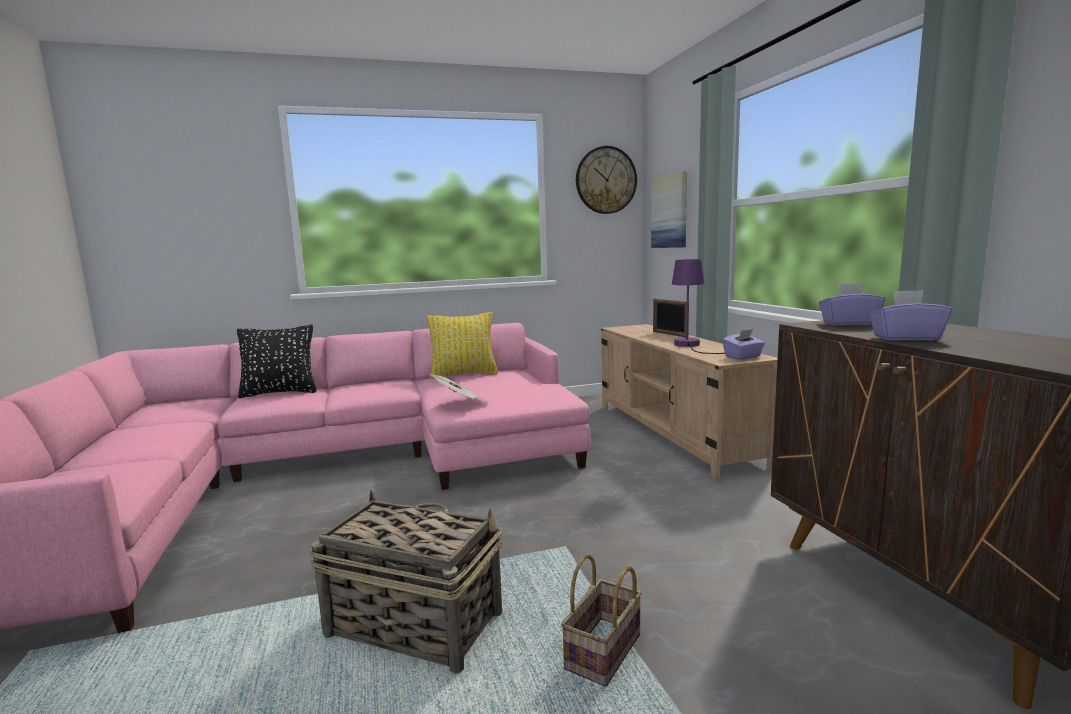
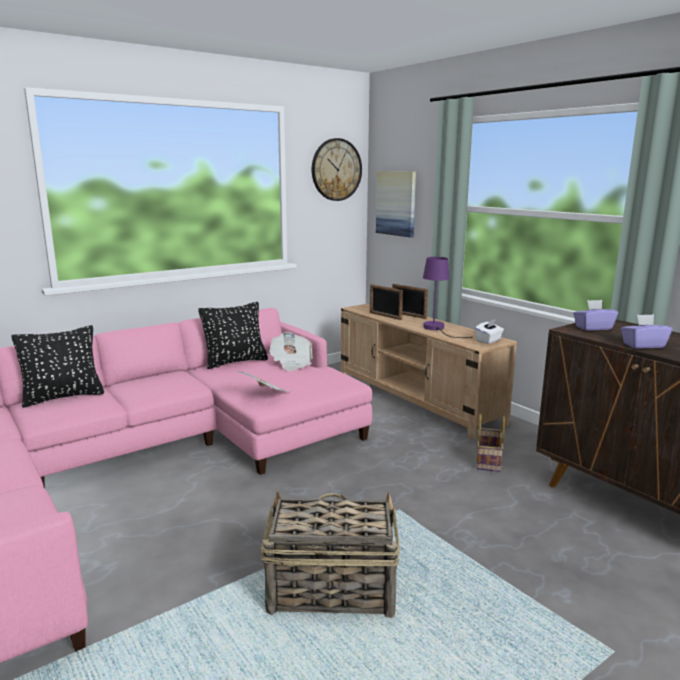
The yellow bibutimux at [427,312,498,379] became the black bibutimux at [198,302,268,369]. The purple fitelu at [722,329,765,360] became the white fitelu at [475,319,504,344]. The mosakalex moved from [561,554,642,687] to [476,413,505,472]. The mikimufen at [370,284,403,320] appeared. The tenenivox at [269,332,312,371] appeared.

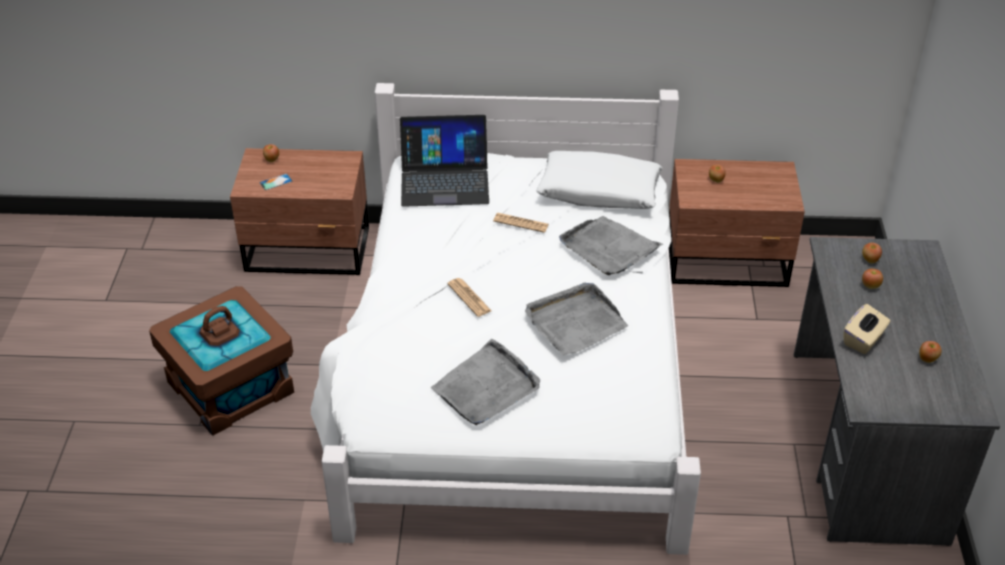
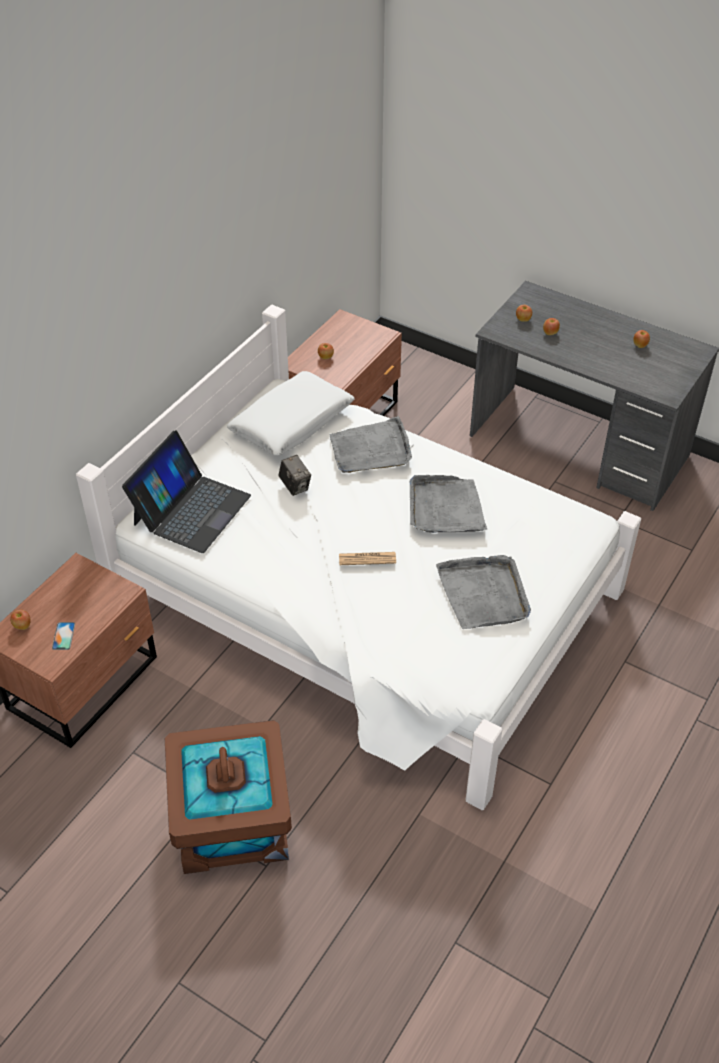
The tenenivox at [493,213,549,233] was replaced by the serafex at [279,455,311,496]. The beige fitelu at [844,304,890,354] disappeared.

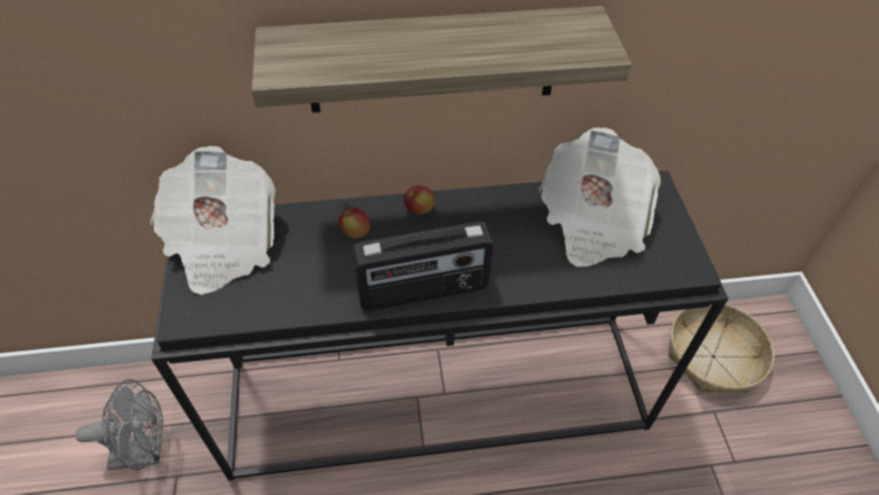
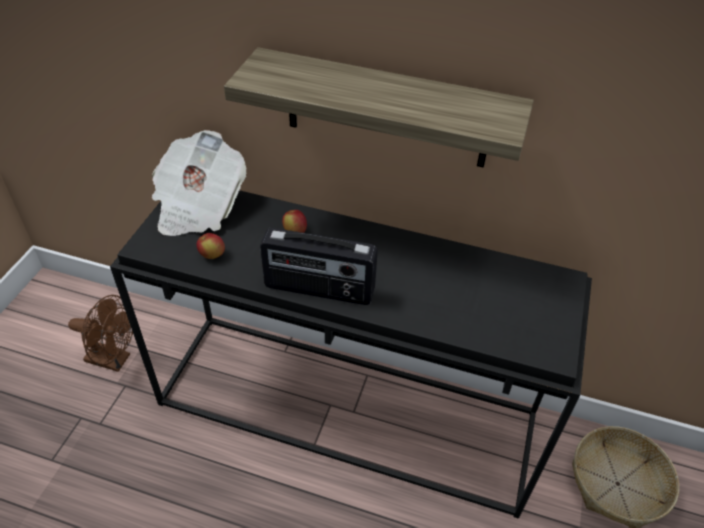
The tenenivox at [539,128,661,267] disappeared. The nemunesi moved from [404,185,435,215] to [197,233,225,259]. The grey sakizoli at [75,379,163,470] became the brown sakizoli at [68,295,133,372].

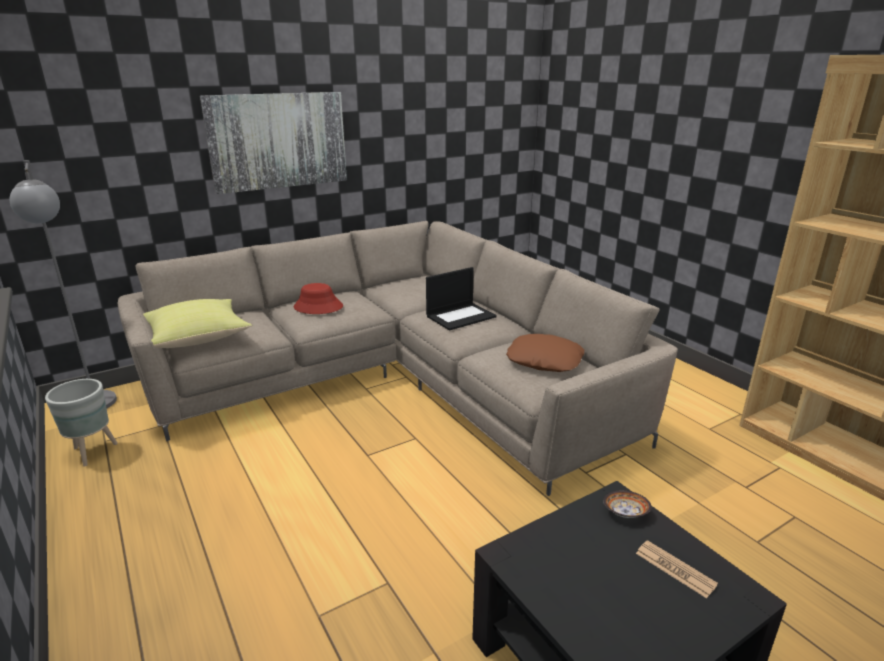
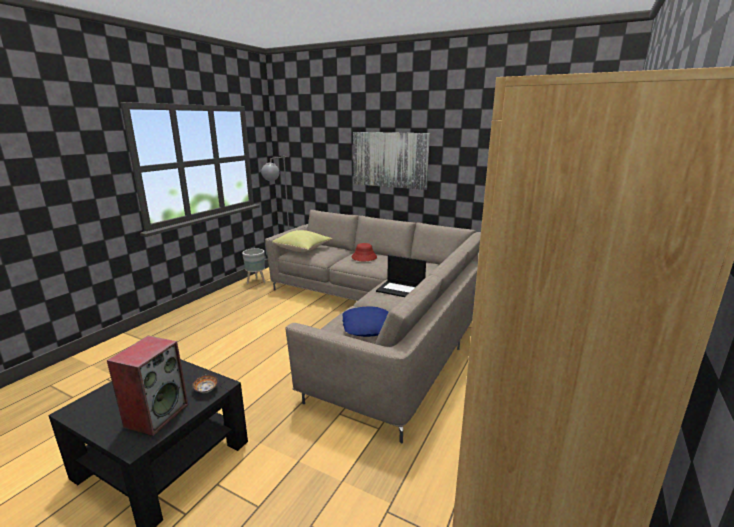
The brown bibutimux at [506,334,584,372] became the blue bibutimux at [342,306,389,337]. The tenenivox at [636,540,718,598] was replaced by the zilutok at [107,336,188,436].

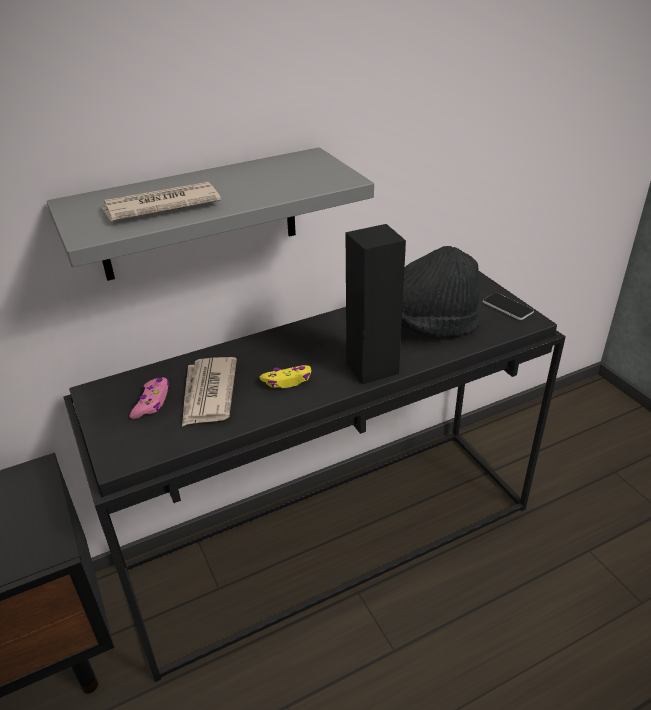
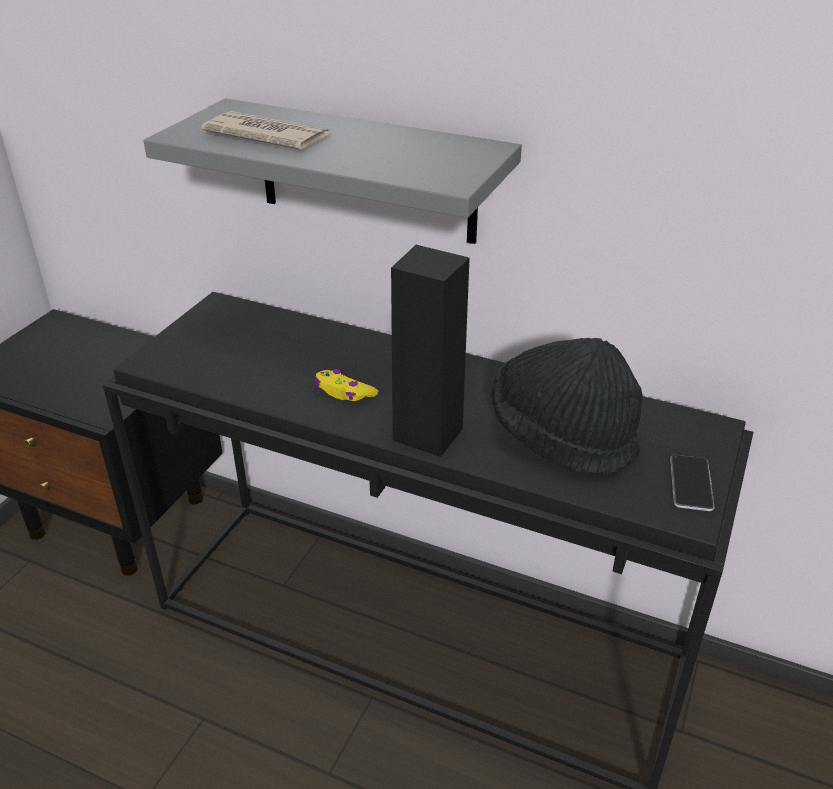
The tenenivox at [182,357,237,427] disappeared. The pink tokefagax at [130,378,169,419] disappeared.

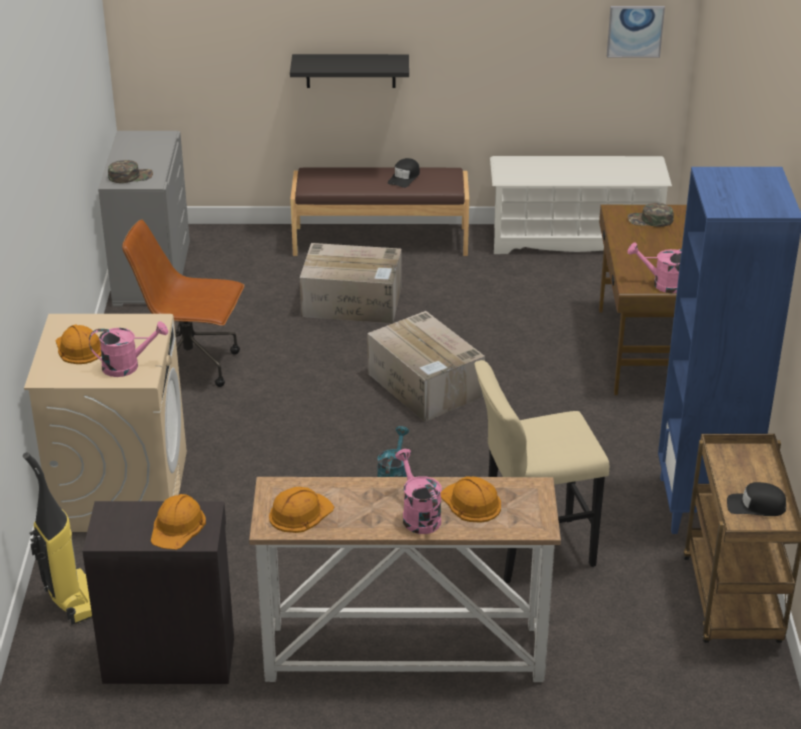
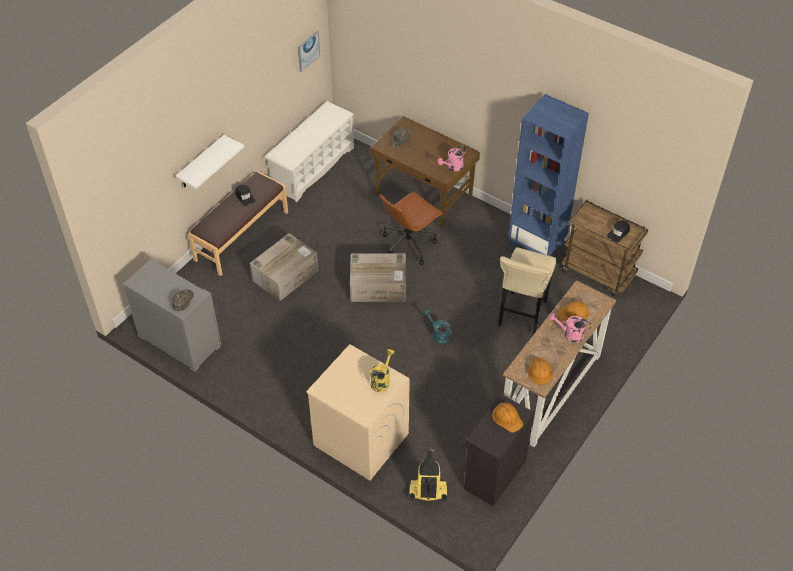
The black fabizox at [290,54,409,88] became the white fabizox at [175,135,244,189]. The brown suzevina moved from [122,220,244,387] to [379,192,443,265]. The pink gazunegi at [89,321,168,377] became the yellow gazunegi at [371,349,395,392]. The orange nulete at [56,324,101,364] disappeared.

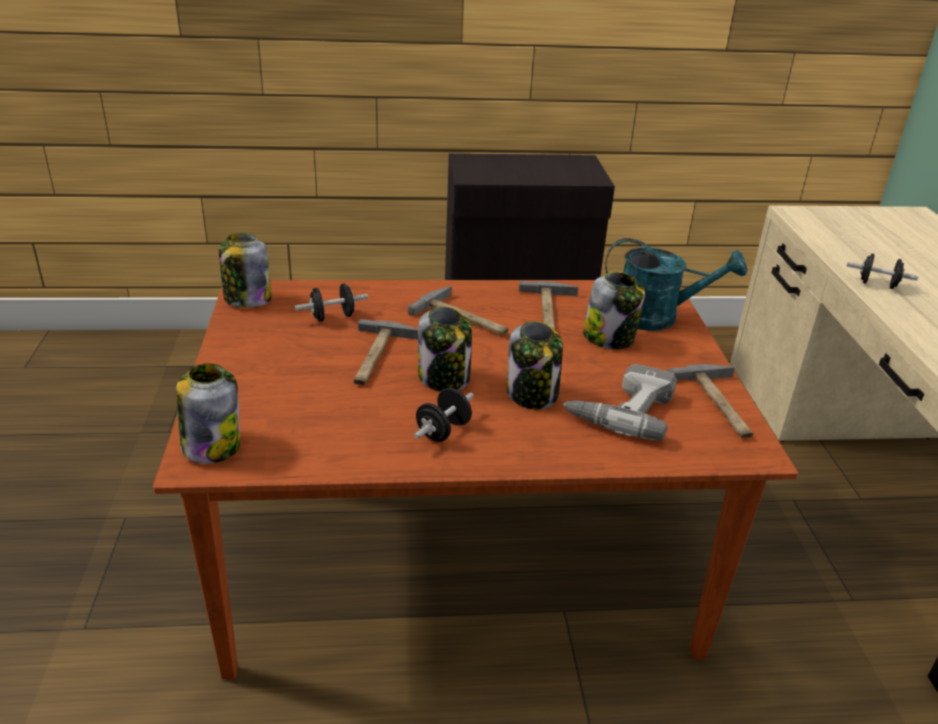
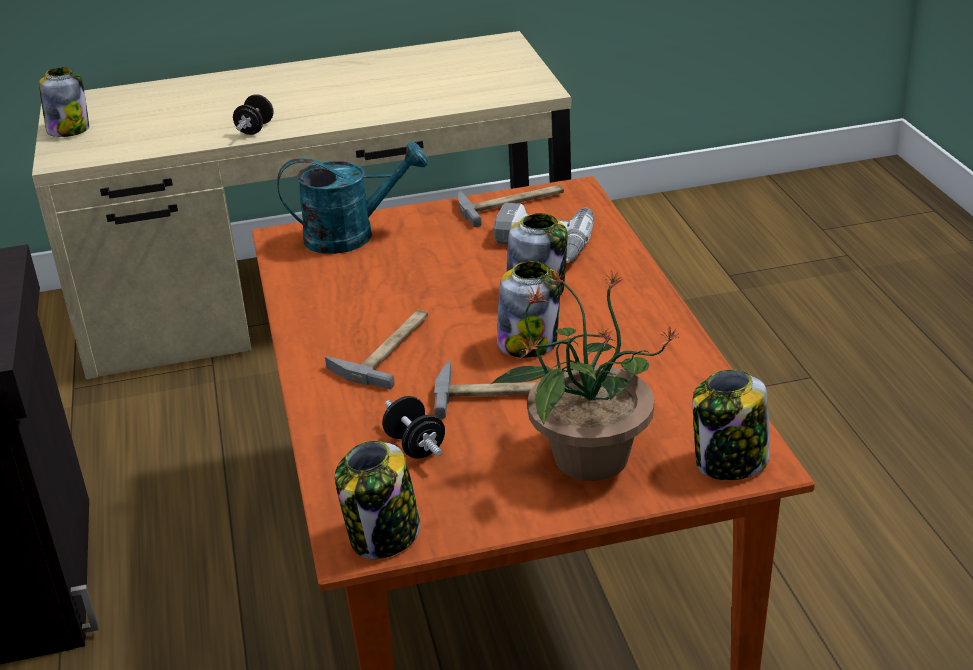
The turquoise gazunegi at [605,238,747,331] turned 75 degrees clockwise. The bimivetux moved from [583,272,645,349] to [39,67,89,137]. The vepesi at [519,281,579,330] disappeared. The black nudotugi at [414,388,474,442] disappeared. The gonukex at [491,266,679,481] appeared.

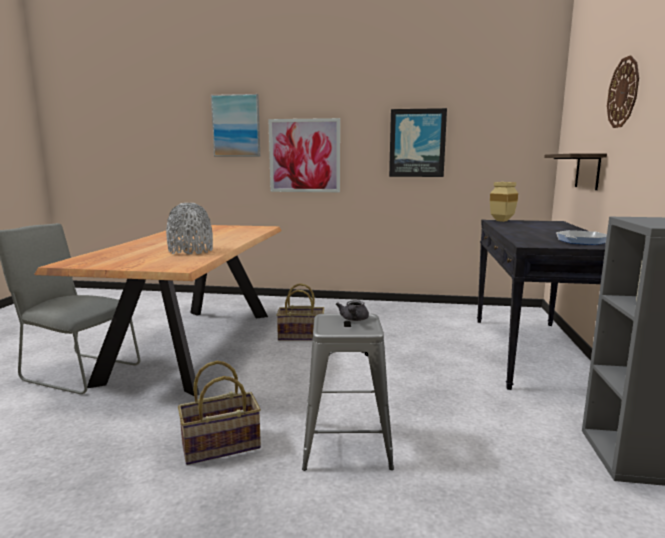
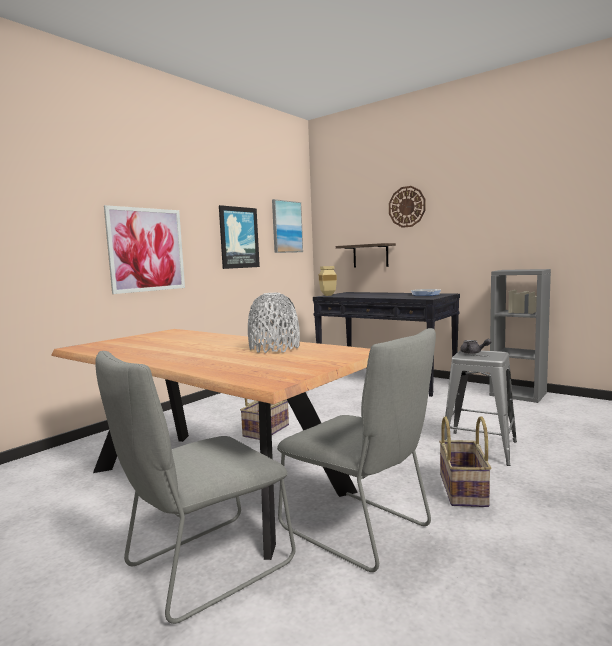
The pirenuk moved from [211,94,260,156] to [272,199,303,253]. The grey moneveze at [277,328,436,572] appeared.

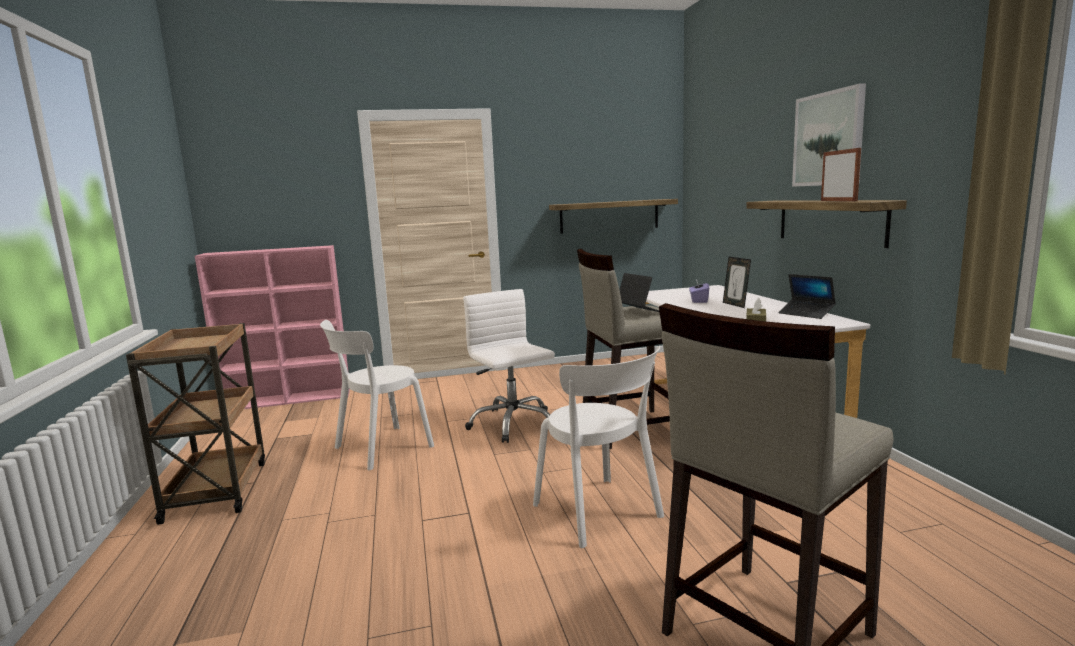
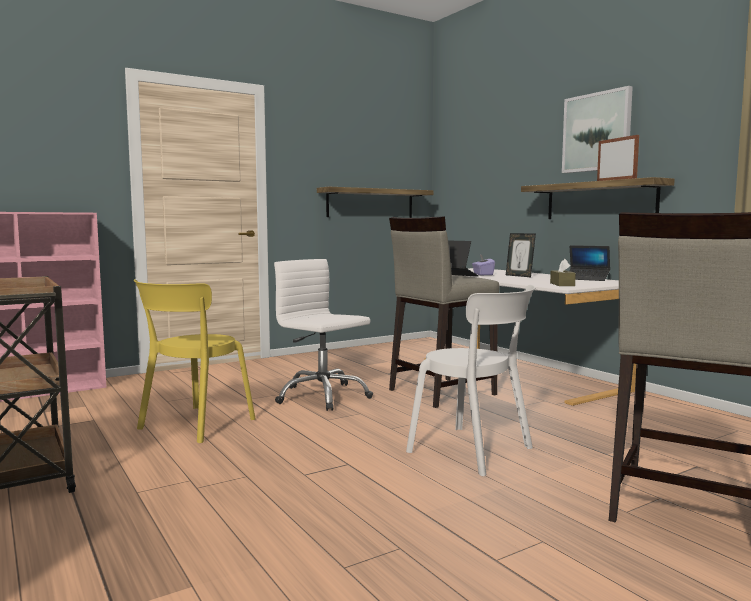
The white moneveze at [320,320,434,470] became the yellow moneveze at [134,279,255,443].

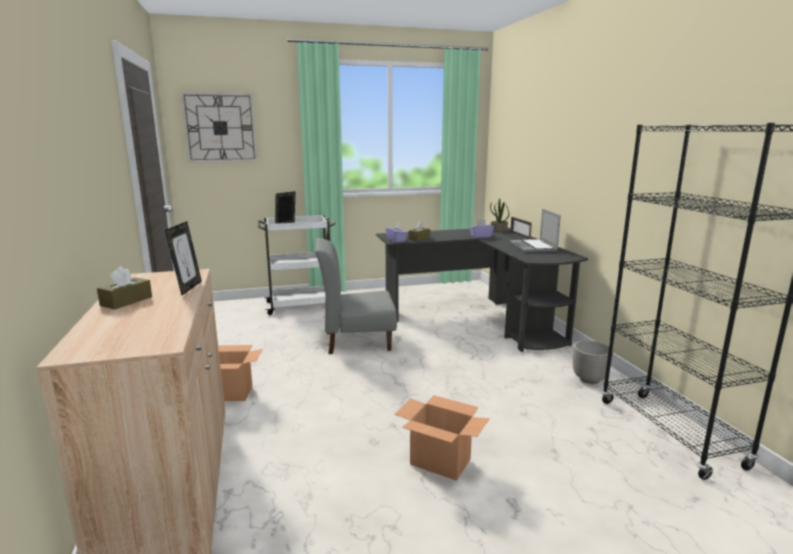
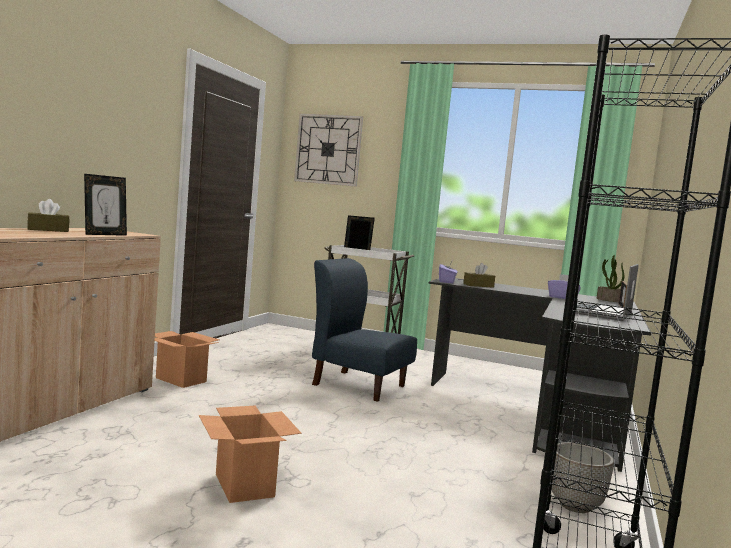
The grey moneveze at [315,238,397,354] became the blue moneveze at [312,258,417,402].

